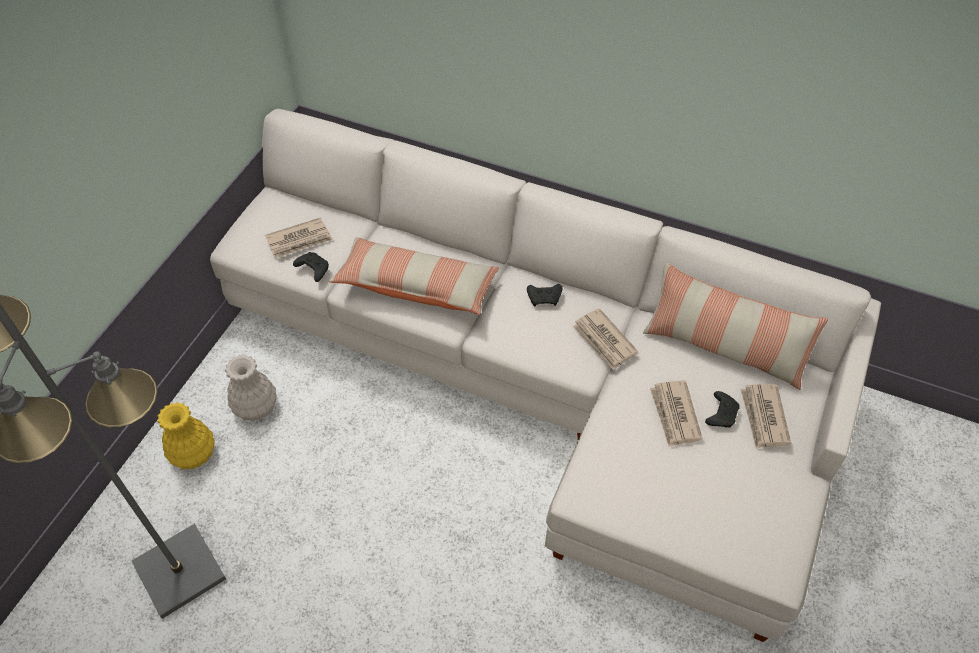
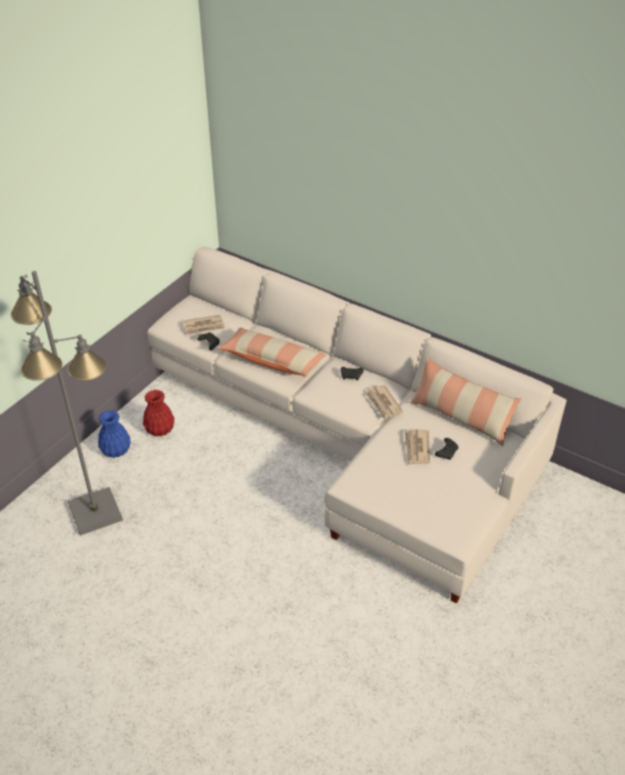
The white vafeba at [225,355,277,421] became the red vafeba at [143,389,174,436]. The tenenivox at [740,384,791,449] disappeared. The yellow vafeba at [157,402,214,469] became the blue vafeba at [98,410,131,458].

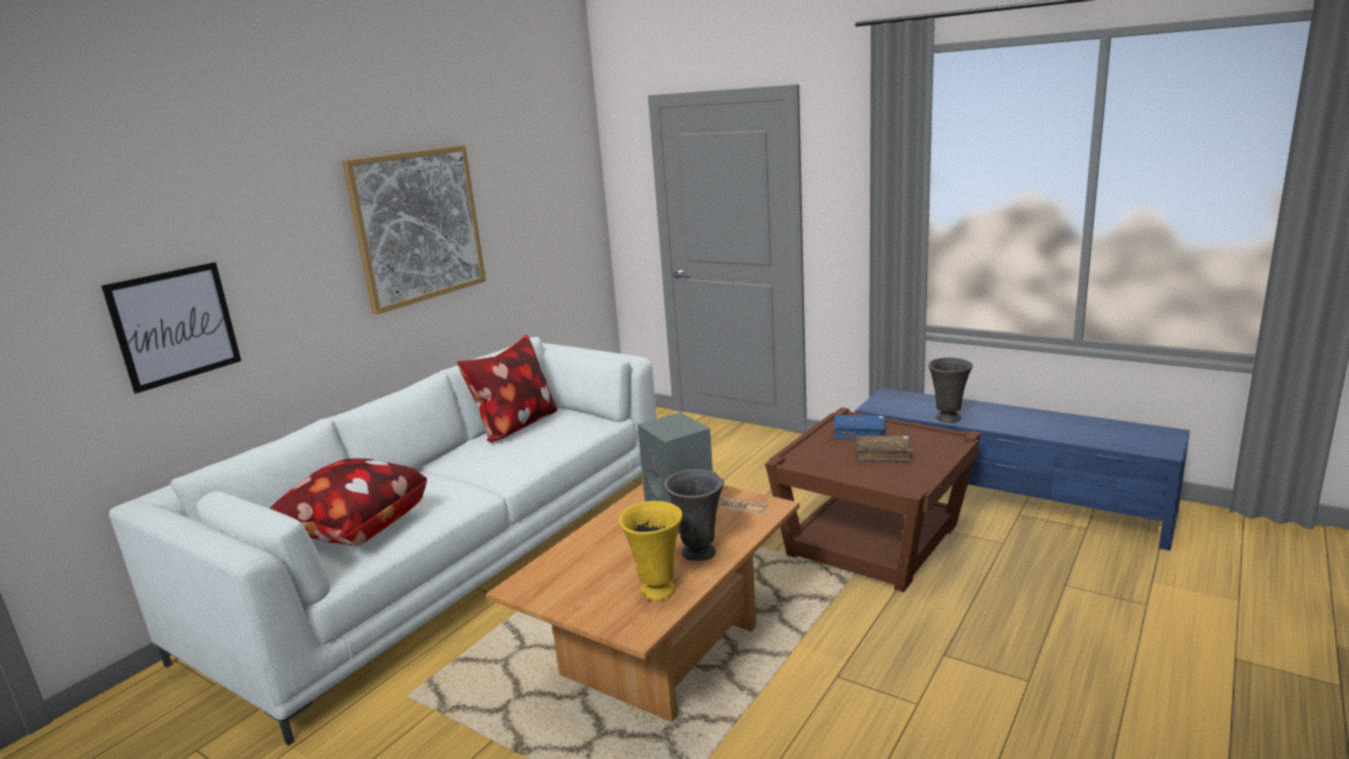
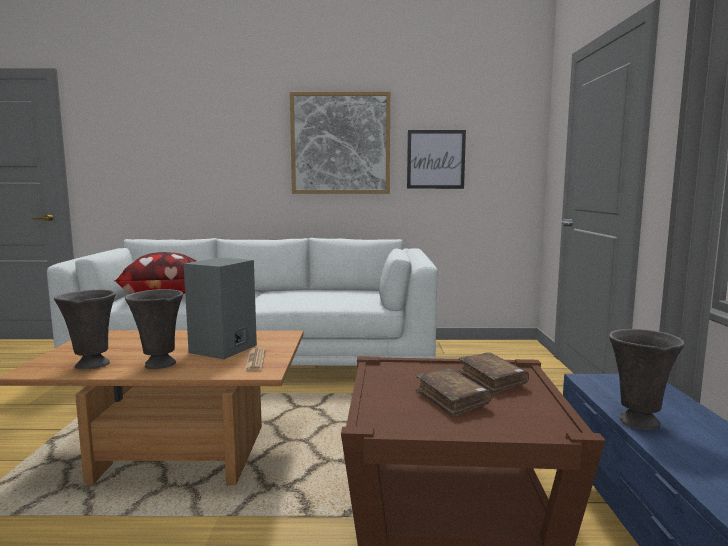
The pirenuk moved from [101,262,241,394] to [407,130,466,189]. The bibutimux at [457,335,557,442] disappeared. The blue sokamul at [833,415,886,439] became the brown sokamul at [458,353,529,394]. The yellow vafeba at [619,501,682,601] became the grey vafeba at [54,289,116,370].

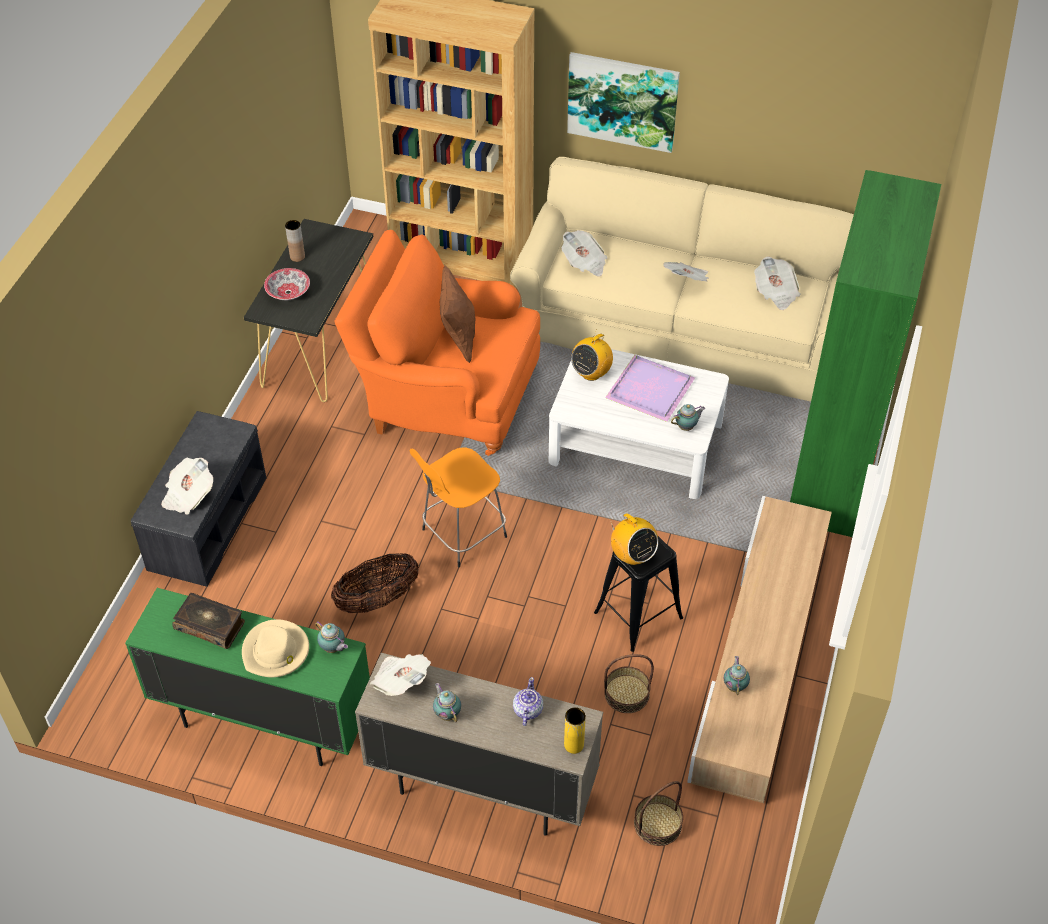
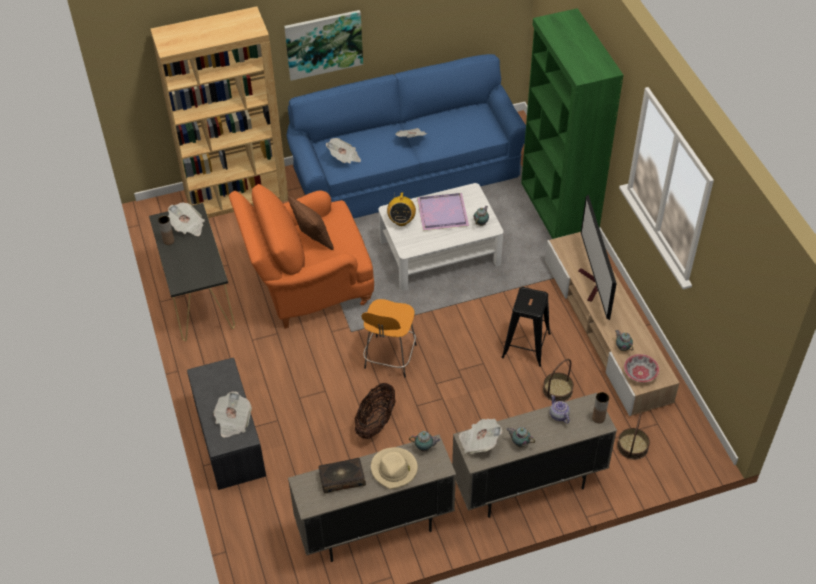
The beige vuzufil at [510,157,854,402] became the blue vuzufil at [287,54,526,218]. The tenenivox moved from [754,256,801,310] to [168,203,205,236]. The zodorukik moved from [264,268,310,300] to [624,354,659,382]. The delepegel at [610,513,658,565] disappeared. The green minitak at [125,588,370,766] became the beige minitak at [288,434,456,562]. The yellow vafeba at [564,707,586,754] became the brown vafeba at [592,392,609,423]. The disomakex at [578,194,617,320] appeared.

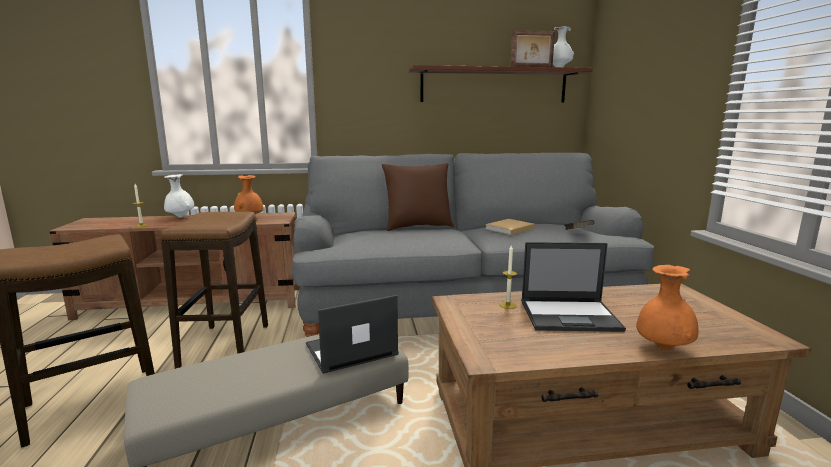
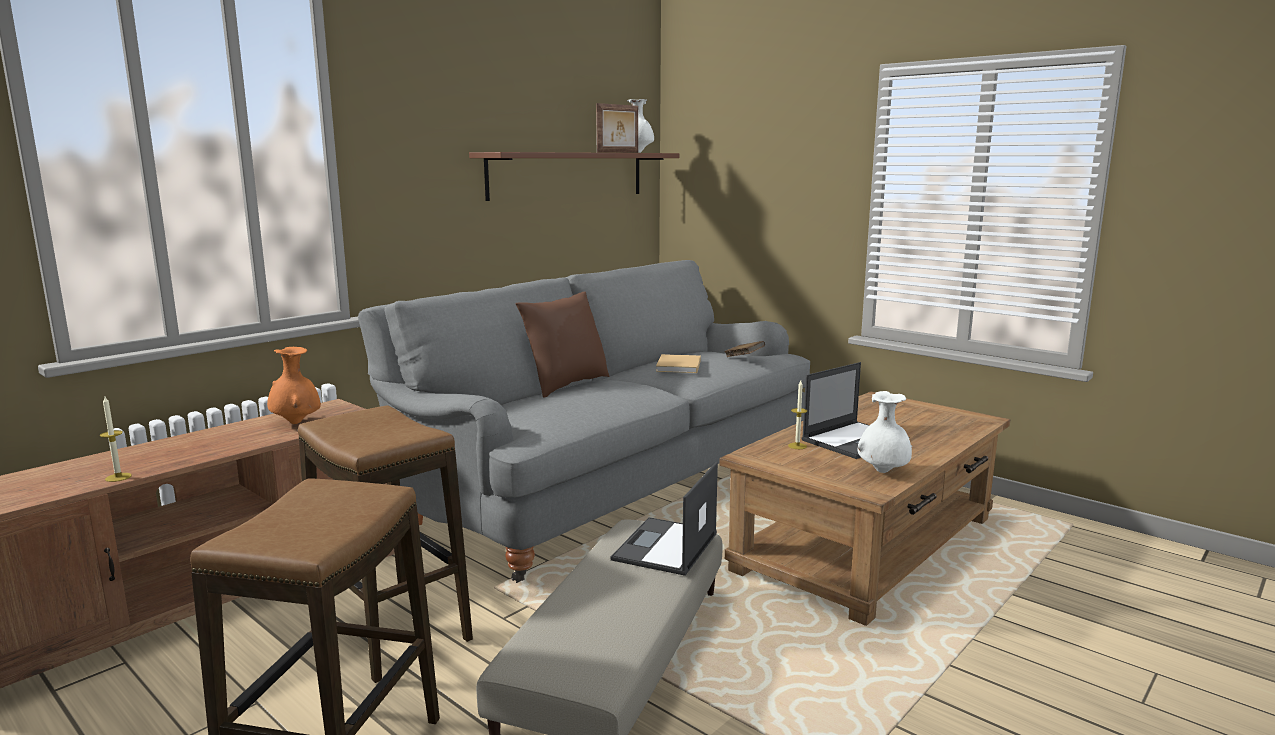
The white vafeba moved from [164,174,194,218] to [858,391,912,473]. The orange vafeba at [636,265,699,350] disappeared.

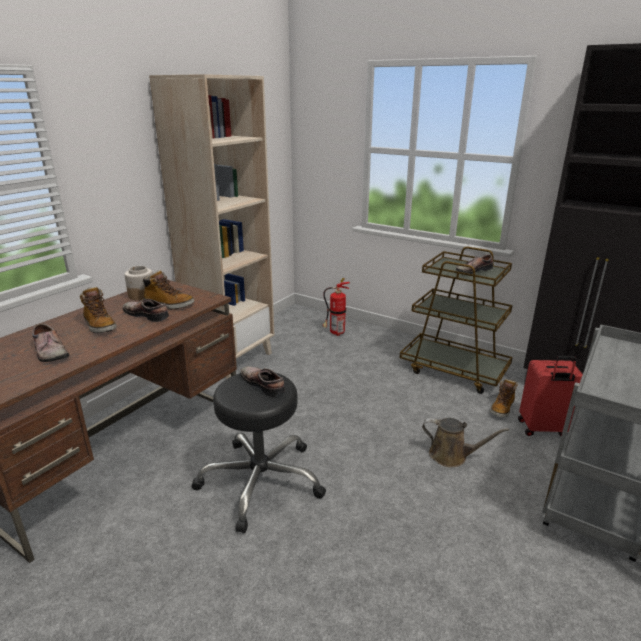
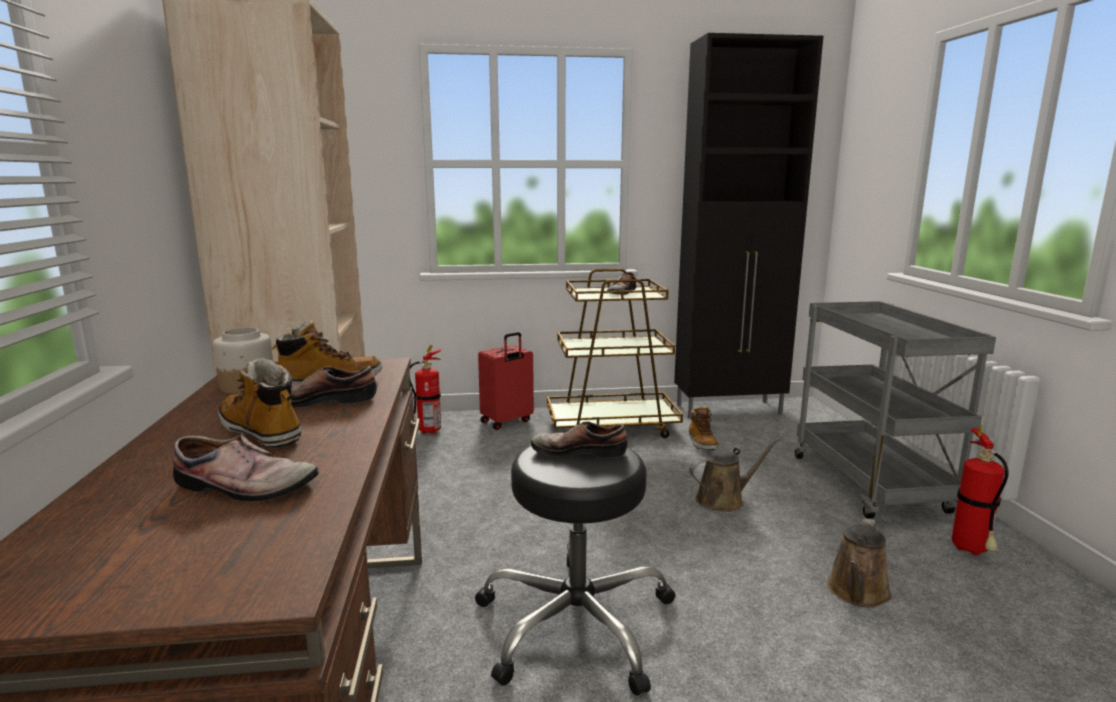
The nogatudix at [80,287,117,333] turned 150 degrees counterclockwise. The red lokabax moved from [518,356,583,436] to [478,332,534,430]. The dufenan at [952,425,1009,555] appeared. The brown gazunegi at [827,518,891,608] appeared.

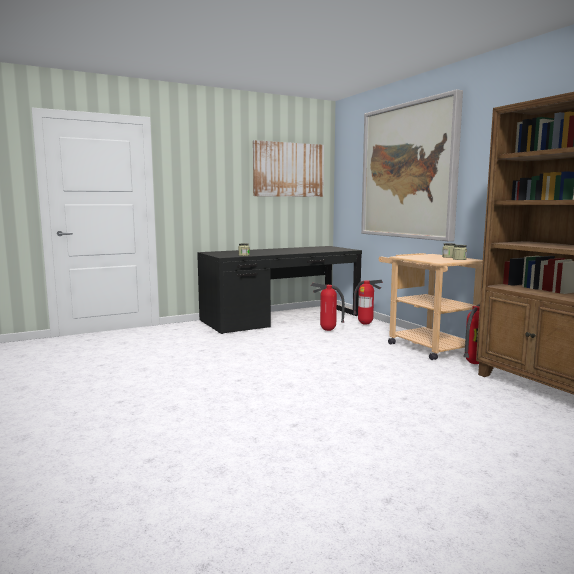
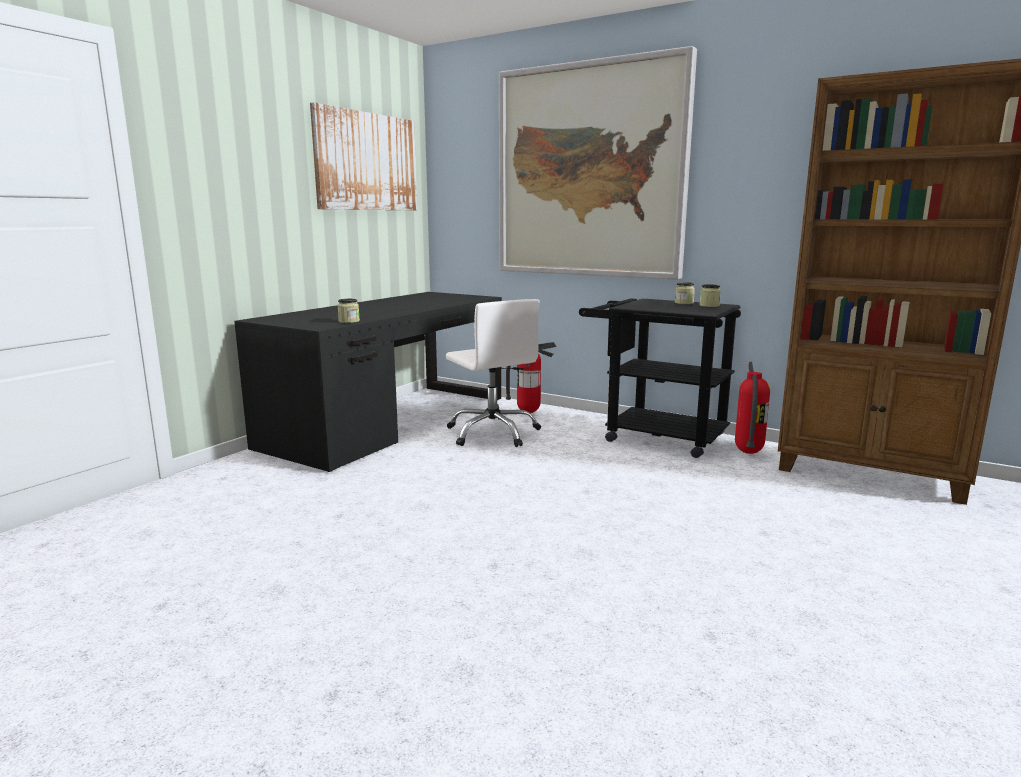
The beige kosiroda at [379,253,483,360] became the black kosiroda at [579,299,741,458]. The dufenan at [311,283,345,331] was replaced by the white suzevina at [446,299,541,447].

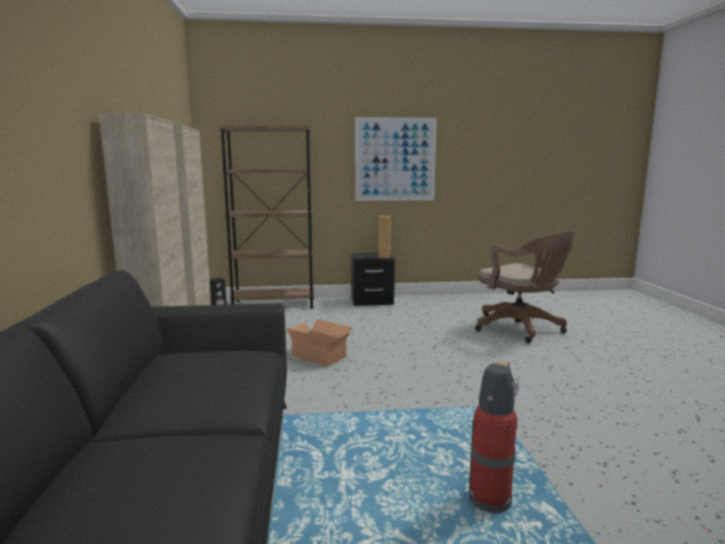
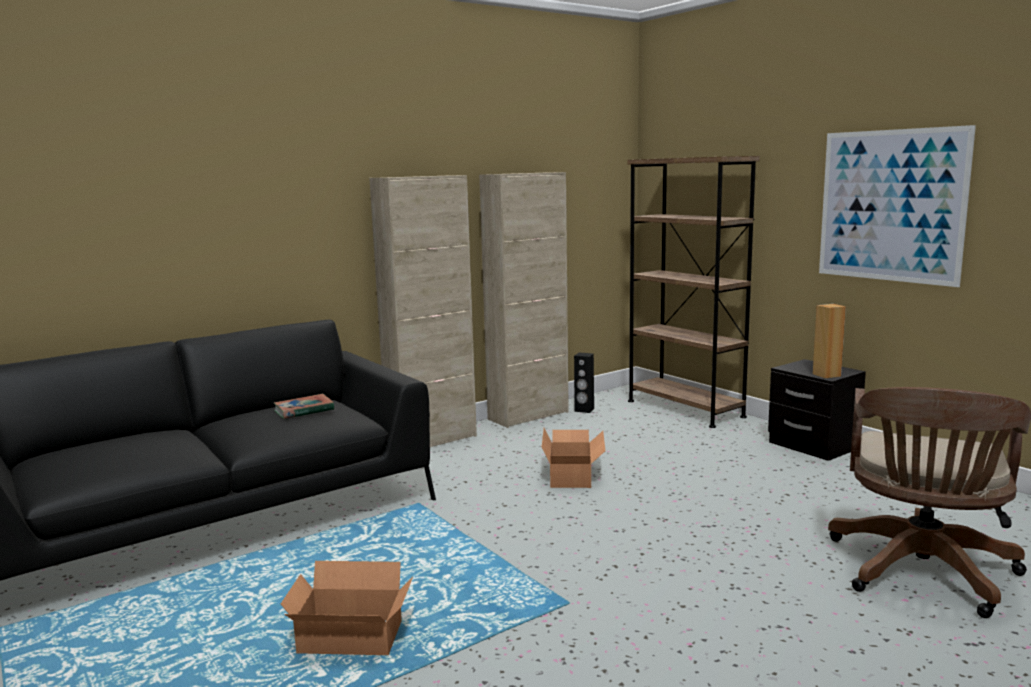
The dufenan at [469,361,519,513] was replaced by the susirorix at [281,561,413,655]. The sokamul at [274,394,334,419] appeared.

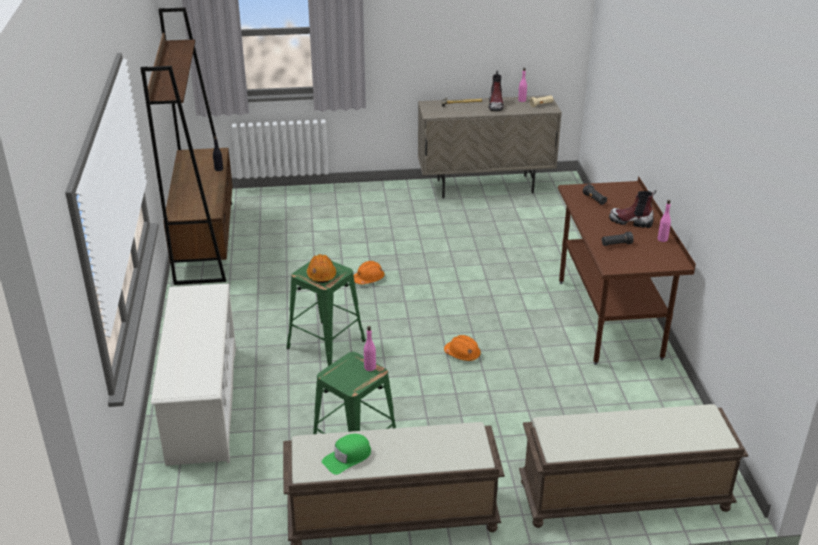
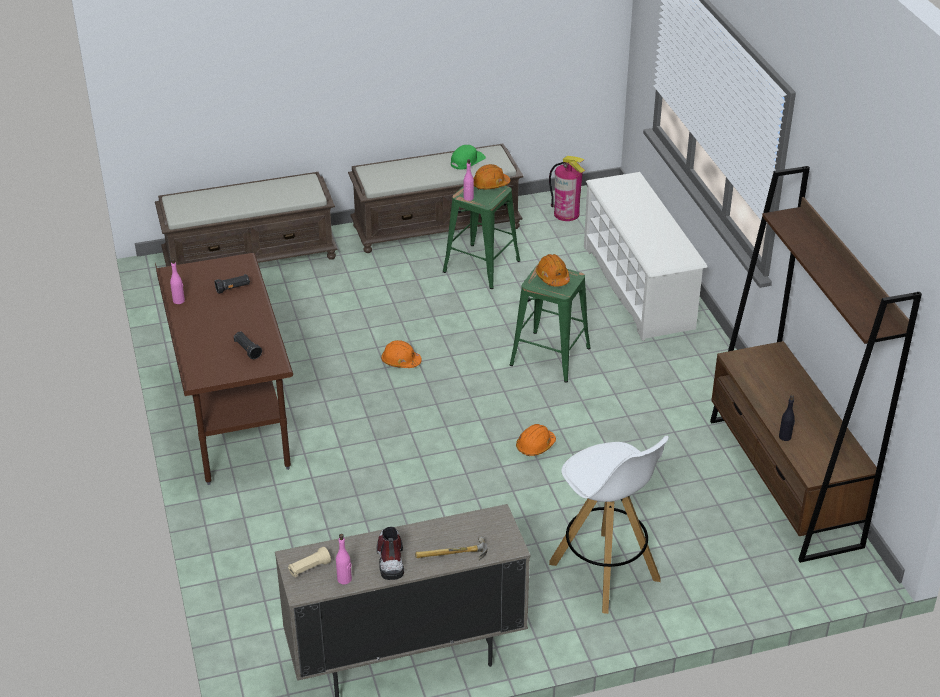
The nogatudix at [609,190,656,228] disappeared. The dufenan at [549,156,585,221] appeared. The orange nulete at [473,164,510,189] appeared. The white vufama at [549,436,669,614] appeared.

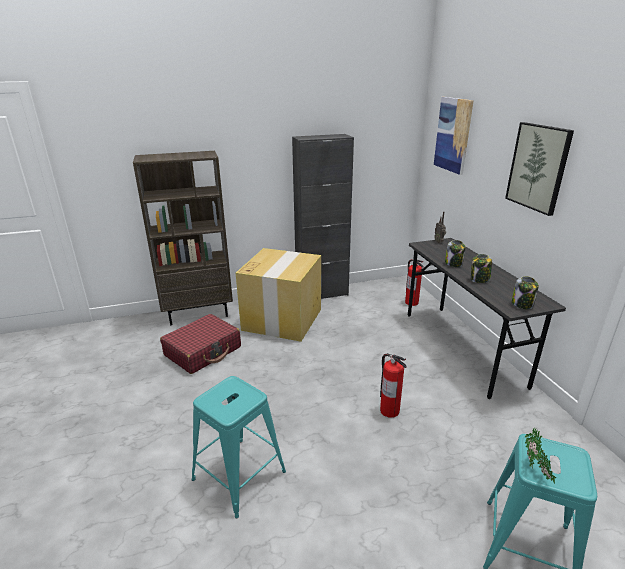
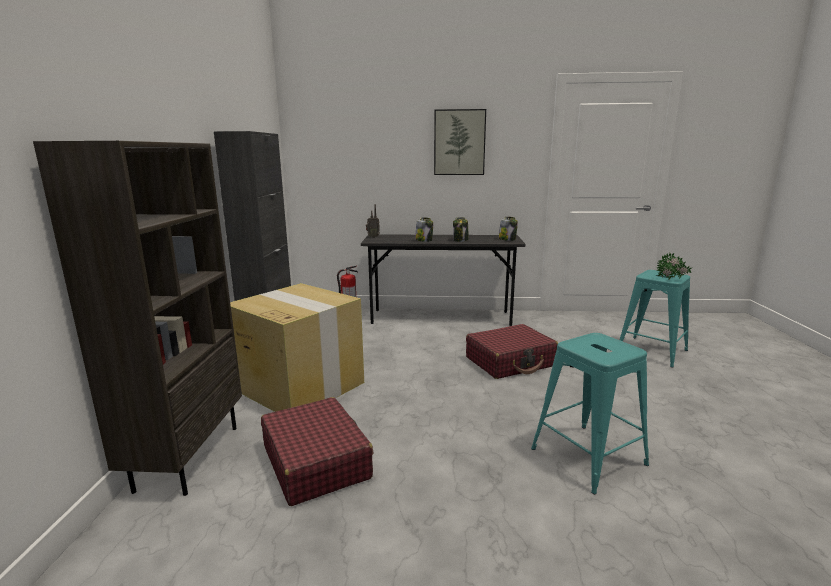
The pirenuk at [434,97,474,175] disappeared. The dufenan at [380,353,407,418] was replaced by the red lokabax at [466,324,558,379].

